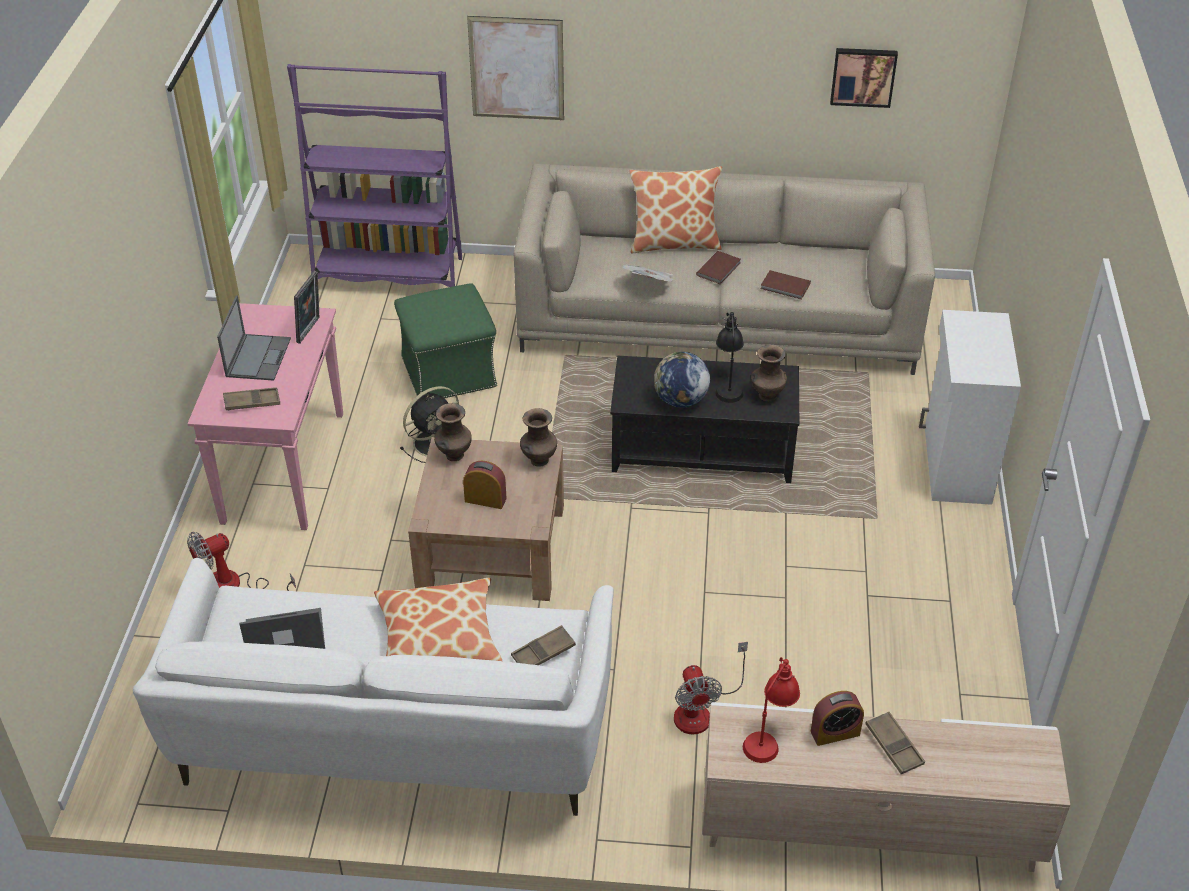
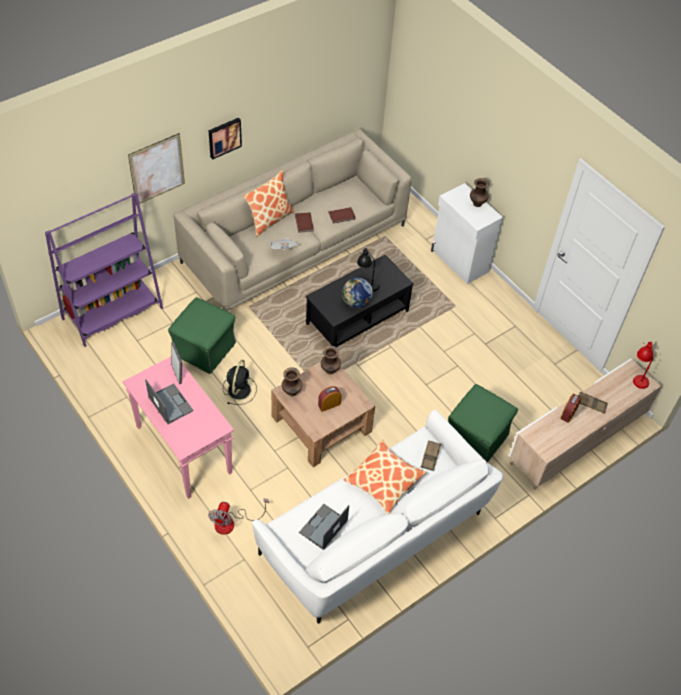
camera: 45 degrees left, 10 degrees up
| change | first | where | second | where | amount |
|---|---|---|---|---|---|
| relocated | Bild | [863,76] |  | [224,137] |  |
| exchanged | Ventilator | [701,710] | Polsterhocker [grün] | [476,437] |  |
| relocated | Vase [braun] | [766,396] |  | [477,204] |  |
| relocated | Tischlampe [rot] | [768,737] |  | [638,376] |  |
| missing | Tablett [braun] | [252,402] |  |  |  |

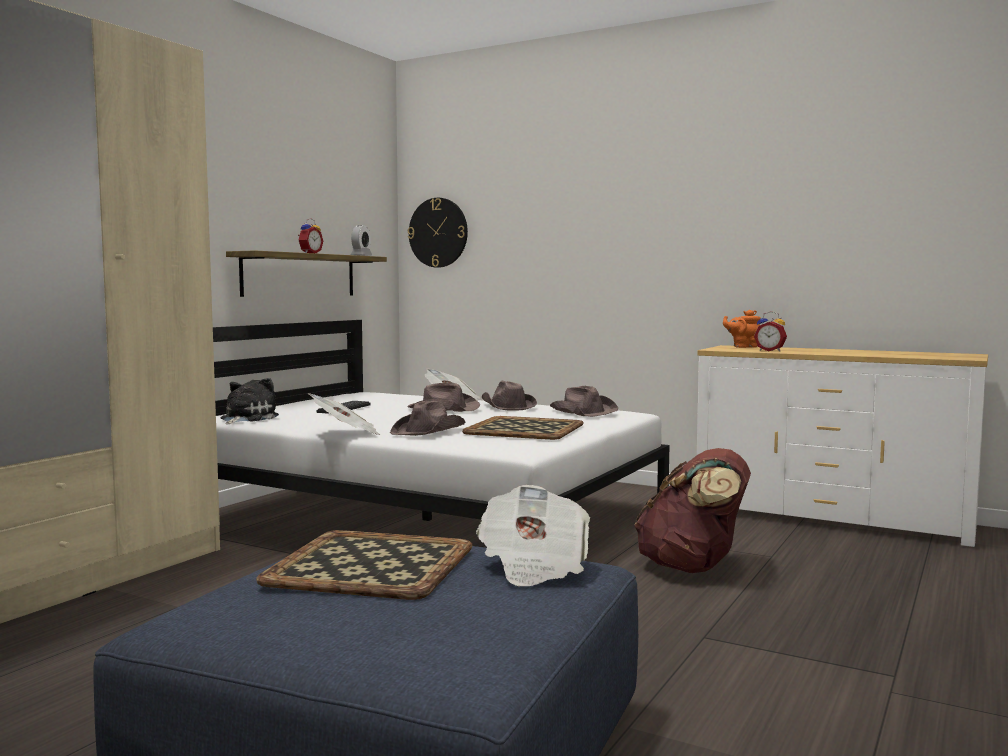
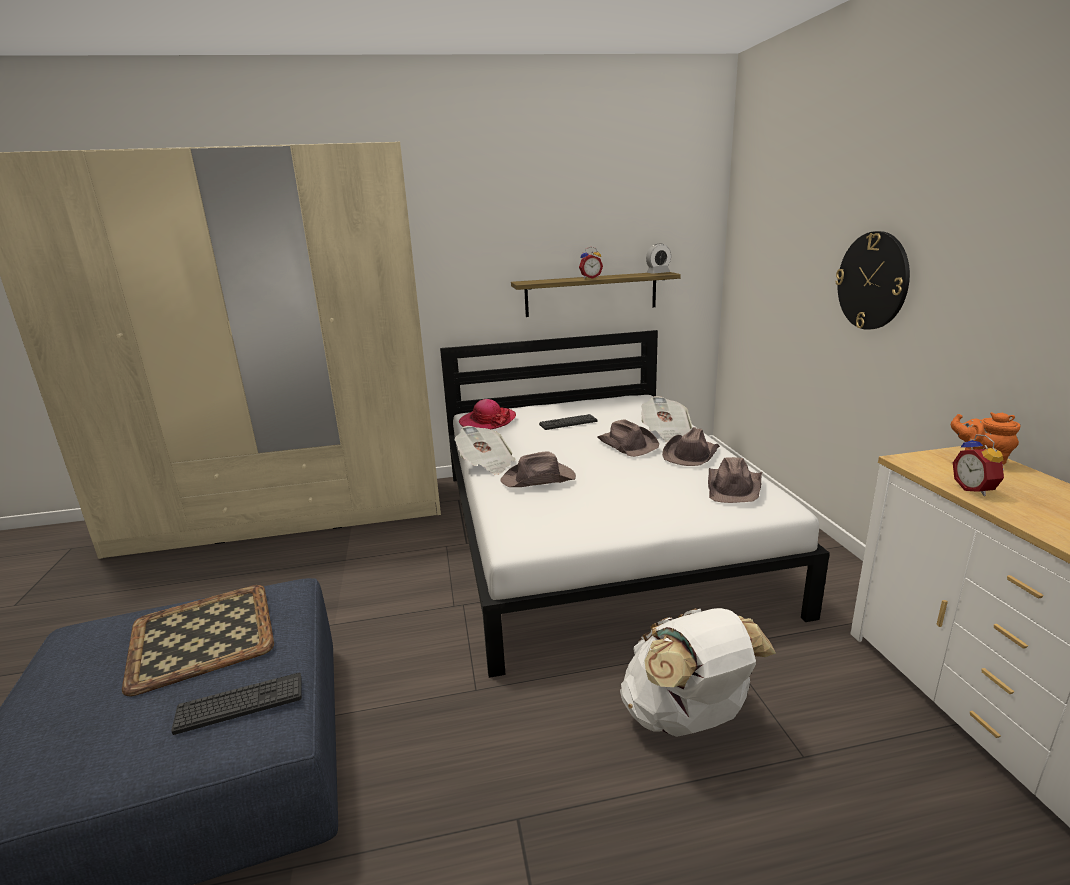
camera: 50 degrees right, 15 degrees up
| change | first | where | second | where | amount |
|---|---|---|---|---|---|
| exchanged | Zeitung | [533,566] | Tastatur | [240,703] |  |
| exchanged | Plüschtier | [246,418] | Hut | [487,421] |  |
| colour | Rucksack [braun] | [693,567] | Rucksack [weiß] | [687,718] |  |
| relocated | Wanduhr | [438,232] |  | [872,281] |  |
| missing | Tablett | [525,429] |  |  |  |

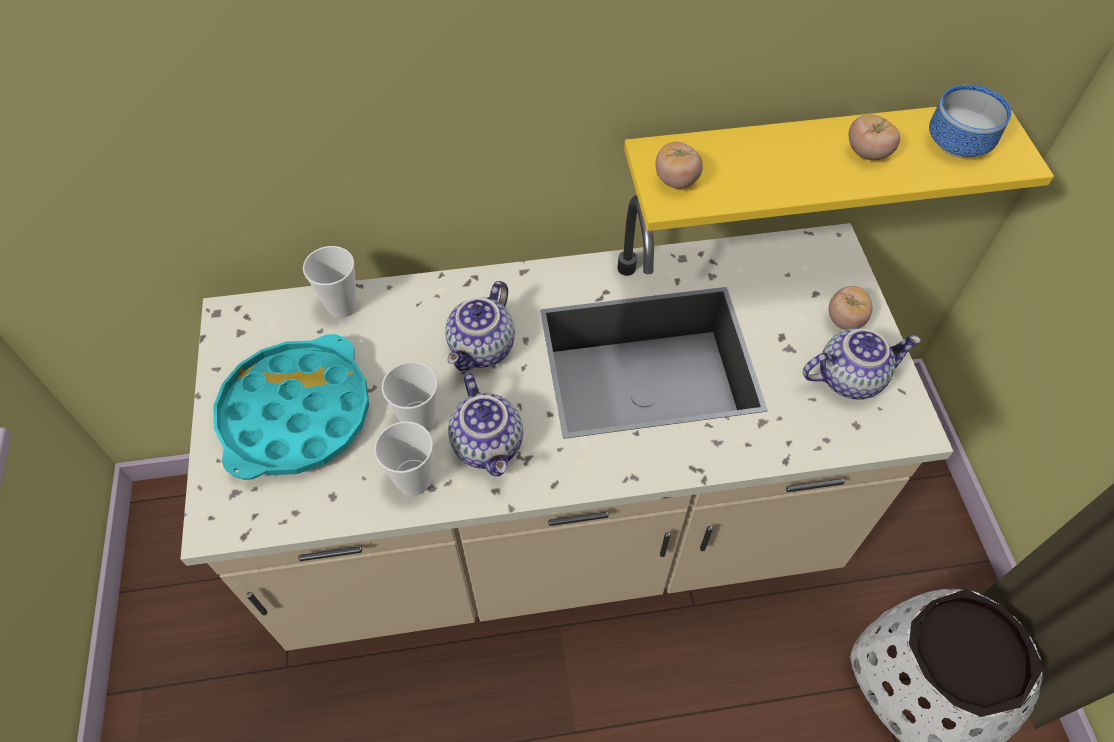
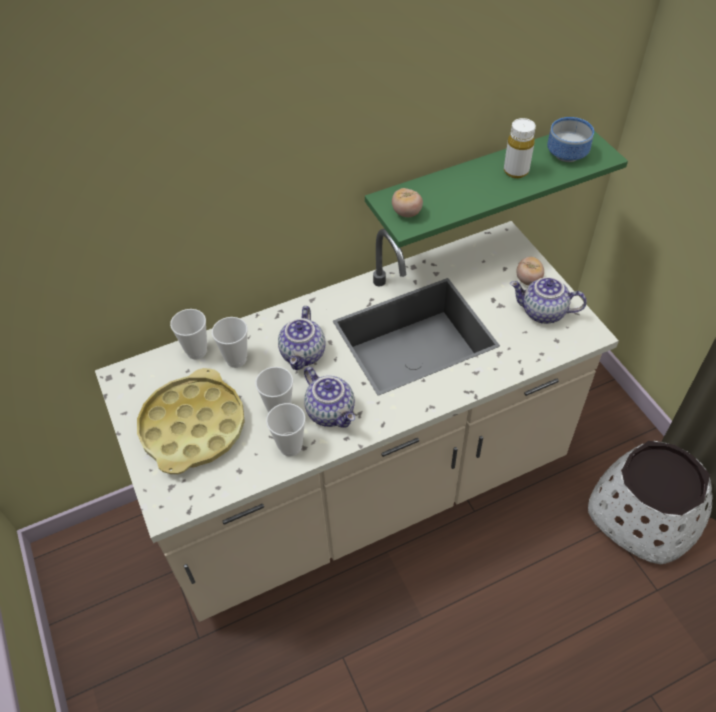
camera: 15 degrees left, 5 degrees down
| change | first | where | second | where | amount |
|---|---|---|---|---|---|
| colour | Tablett [türkis] | [296,414] | Tablett [gelb] | [193,427] |  |
| appeared |  |  | Tasse | [236,359] |  |
| colour | Wandregal [gelb] | [805,159] | Wandregal [grün] | [475,185] |  |
| exchanged | Tomate | [867,153] | Flasche [weiß] | [516,171] |  |
| spun | Teekanne | [849,377] |  | [542,313] | 135 degrees counterclockwise |

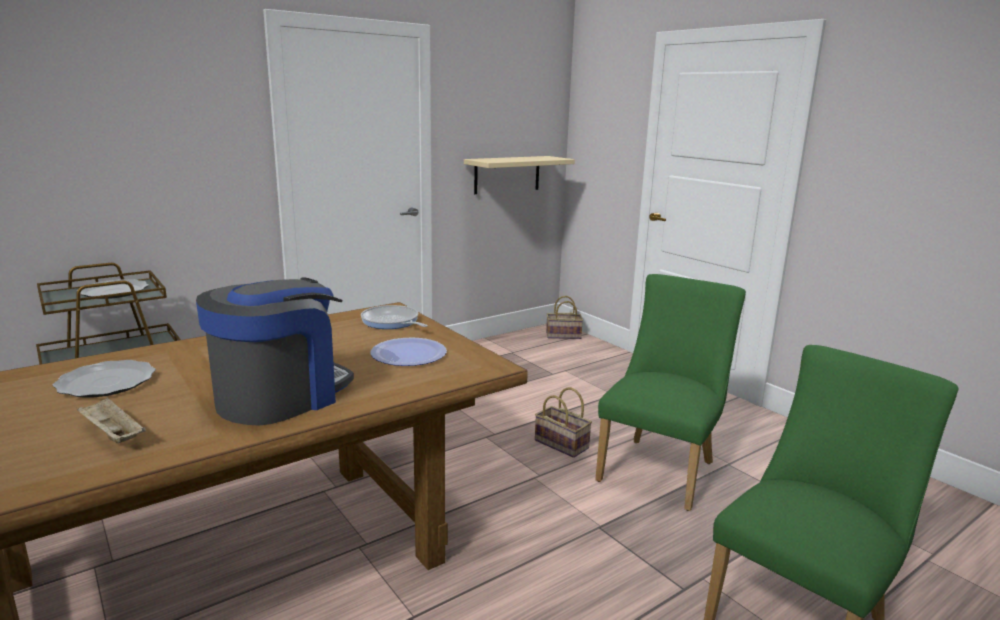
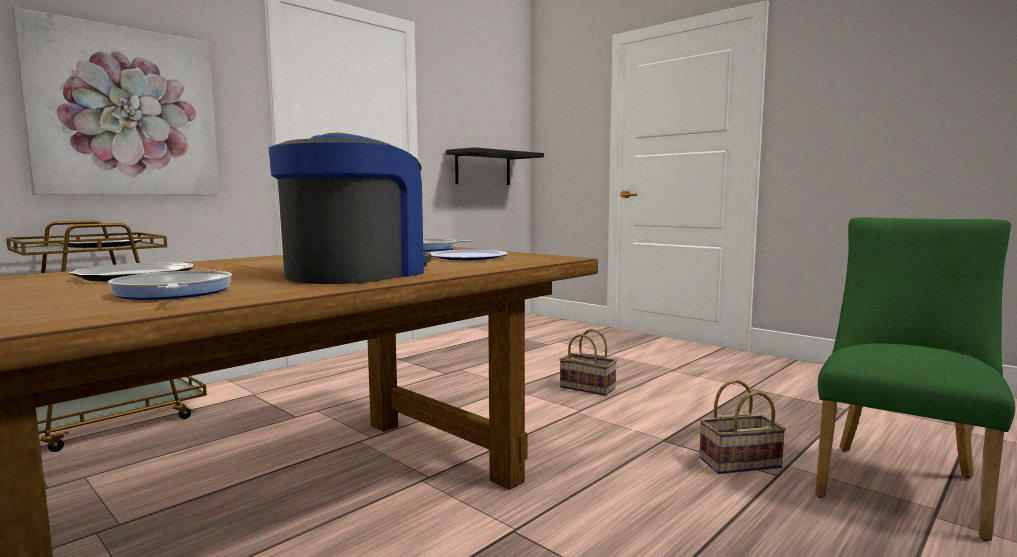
camera: 10 degrees left, 10 degrees down
| change | first | where | second | where | amount |
|---|---|---|---|---|---|
| appeared |  |  | Bild | [126,113] |  |
| exchanged | Tablett [beige] | [112,434] | Pfanne | [172,293] |  |
| colour | Wandregal [beige] | [507,174] | Wandregal [schwarz] | [483,168] |  |
| relocated | Korb | [562,336] |  | [739,464] |  |
| missing | Stuhl [grün] | [661,468] |  |  |  |

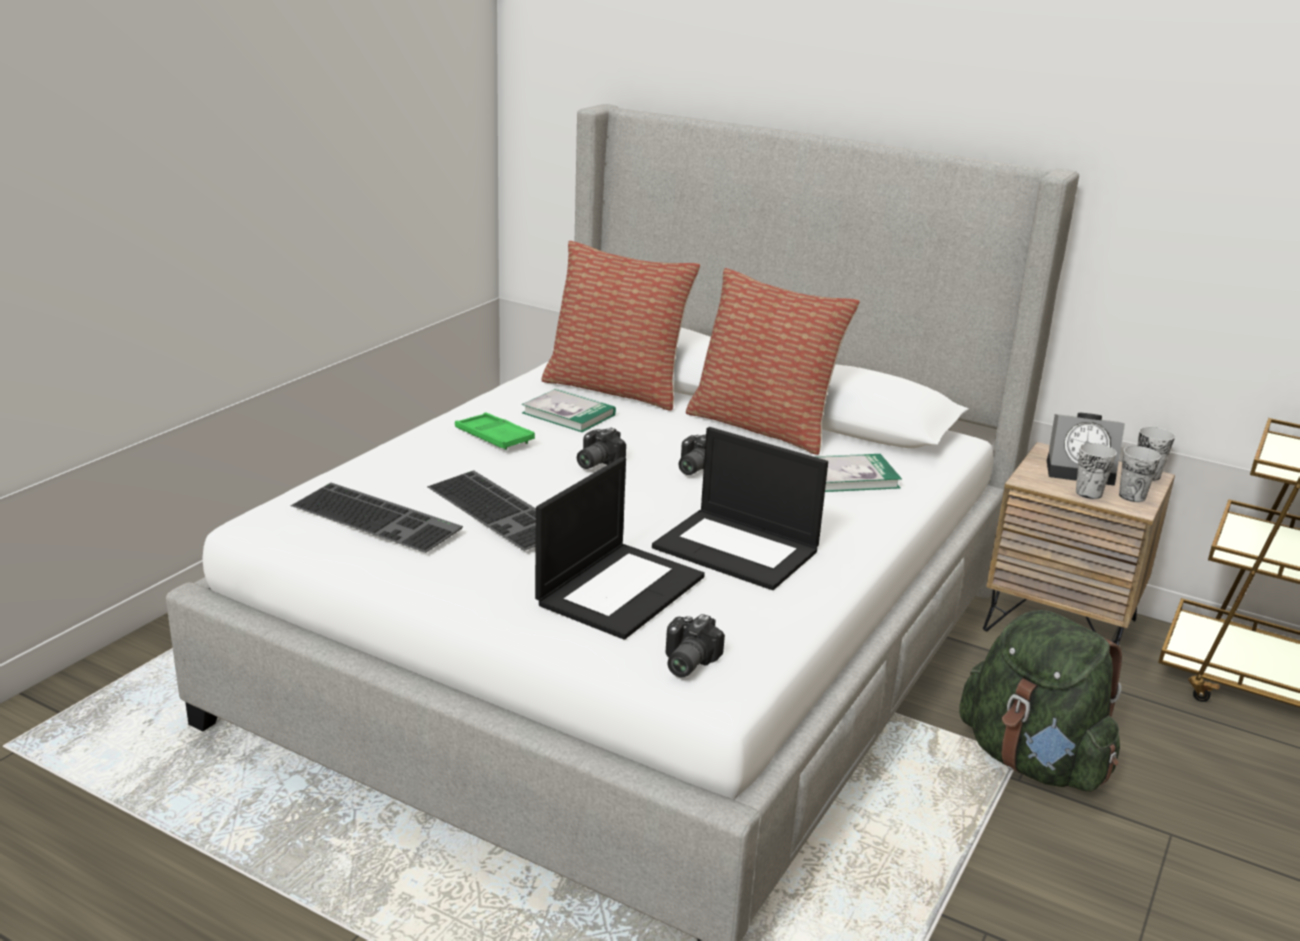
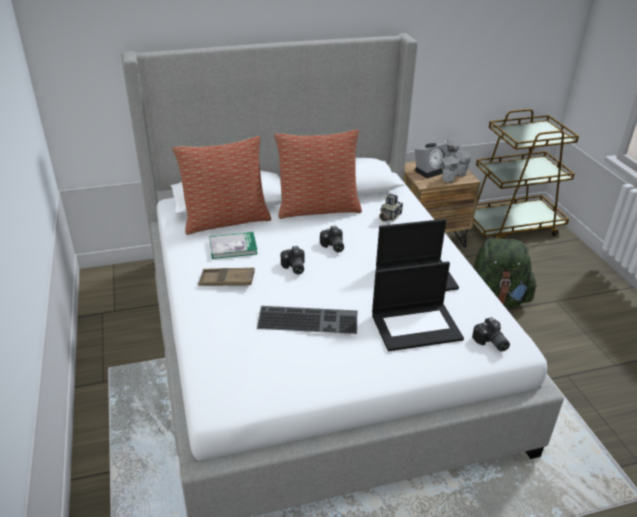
camera: 45 degrees left, 10 degrees up
| change | first | where | second | where | amount |
|---|---|---|---|---|---|
| colour | Tablett [grün] | [494,437] | Tablett [braun] | [227,280] |  |
| spun | Laptop | [620,589] |  | [416,326] | 90 degrees clockwise |
| exchanged | Buch | [850,477] | Kamera | [389,217] |  |
| missing | Tastatur | [379,517] |  |  |  |

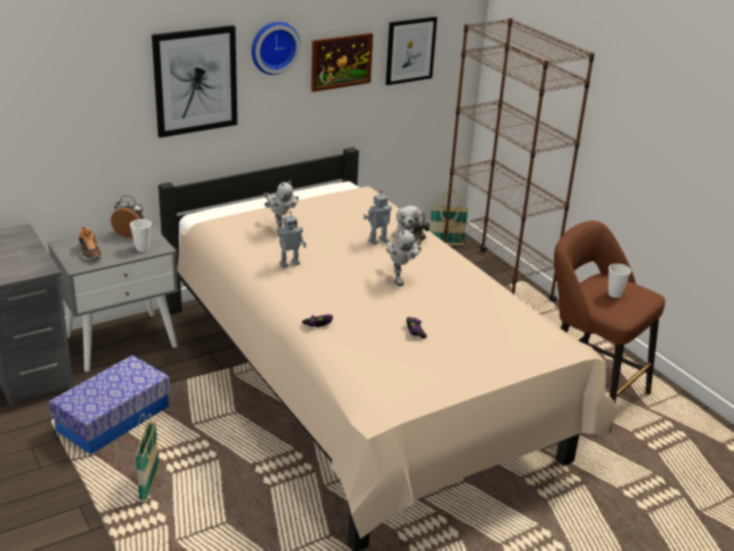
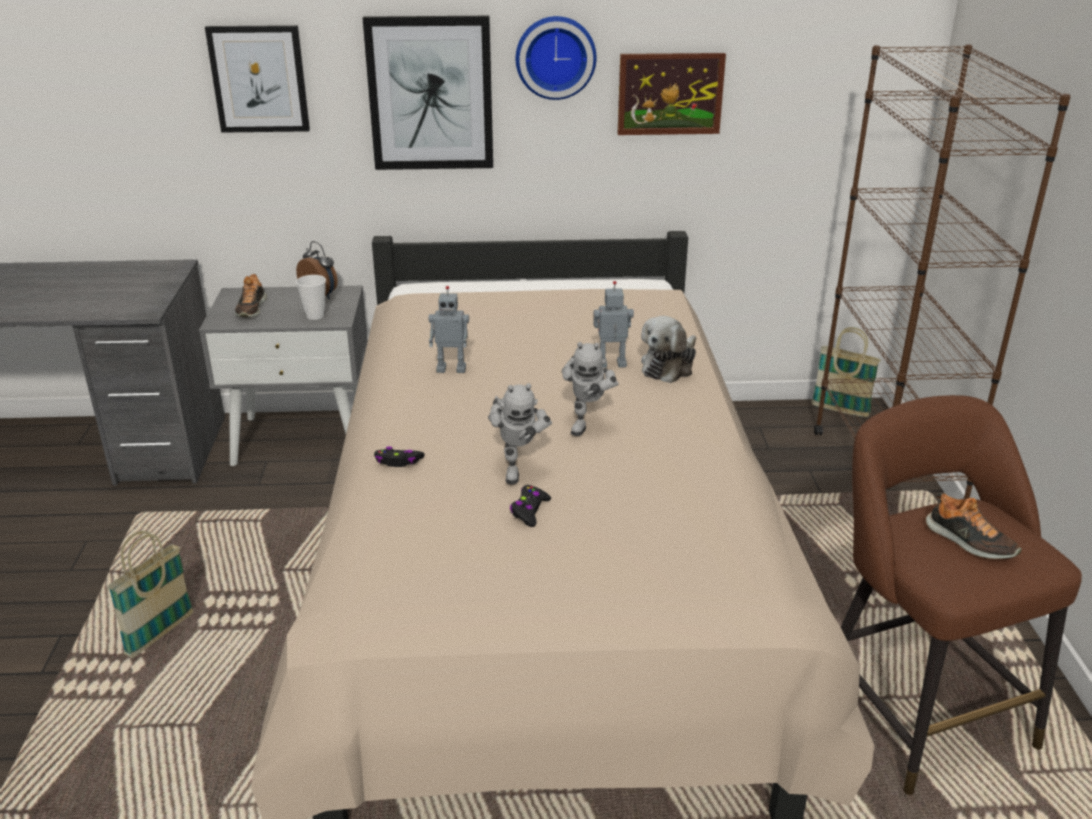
camera: 30 degrees right, 0 degrees up
| change | first | where | second | where | amount |
|---|---|---|---|---|---|
| relocated | Bild | [410,50] |  | [259,79] |  |
| relocated | Spielzeugroboter | [279,228] |  | [517,468] |  |
| exchanged | Tasse | [614,294] | Schuh | [969,542] |  |
| missing | Aufbewahrungsbox | [113,419] |  |  |  |

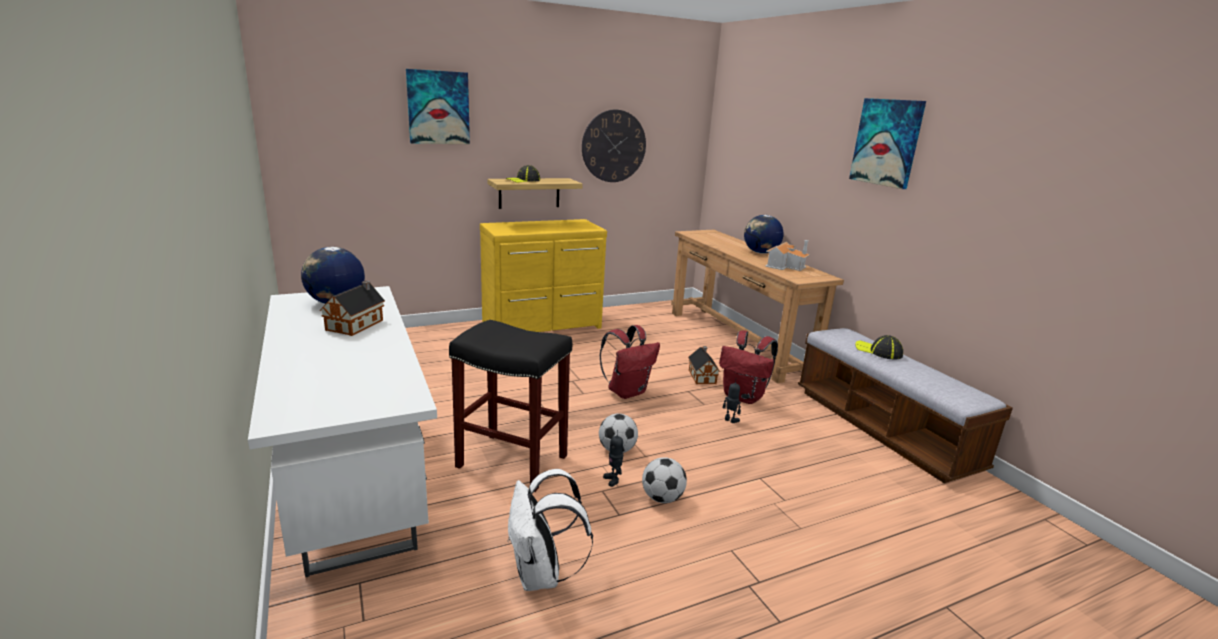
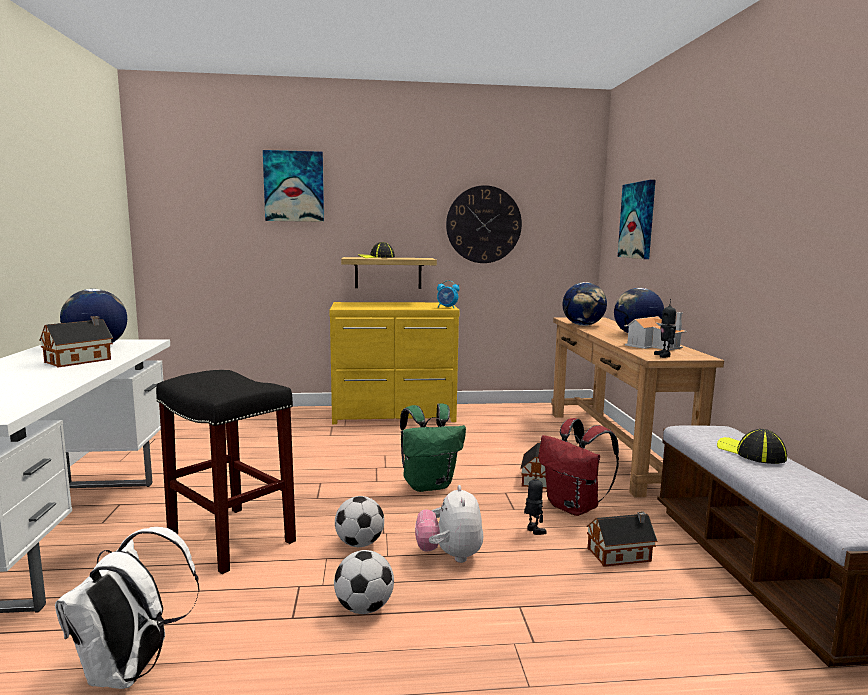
camera: 20 degrees right, 10 degrees down
| change | first | where | second | where | amount |
|---|---|---|---|---|---|
| colour | Rucksack [rot] | [627,391] | Rucksack [grün] | [429,485] |  |
| appeared |  |  | Plüschtier | [449,556] |  |
| appeared |  |  | Wecker | [447,307] |  |
| appeared |  |  | Globus | [583,325] |  |
| appeared |  |  | Spielzeughaus | [621,555] |  |
| relocated | Bild | [887,142] |  | [637,220] |  |
| relocated | Spielzeugroboter | [613,480] |  | [664,355] |  |

